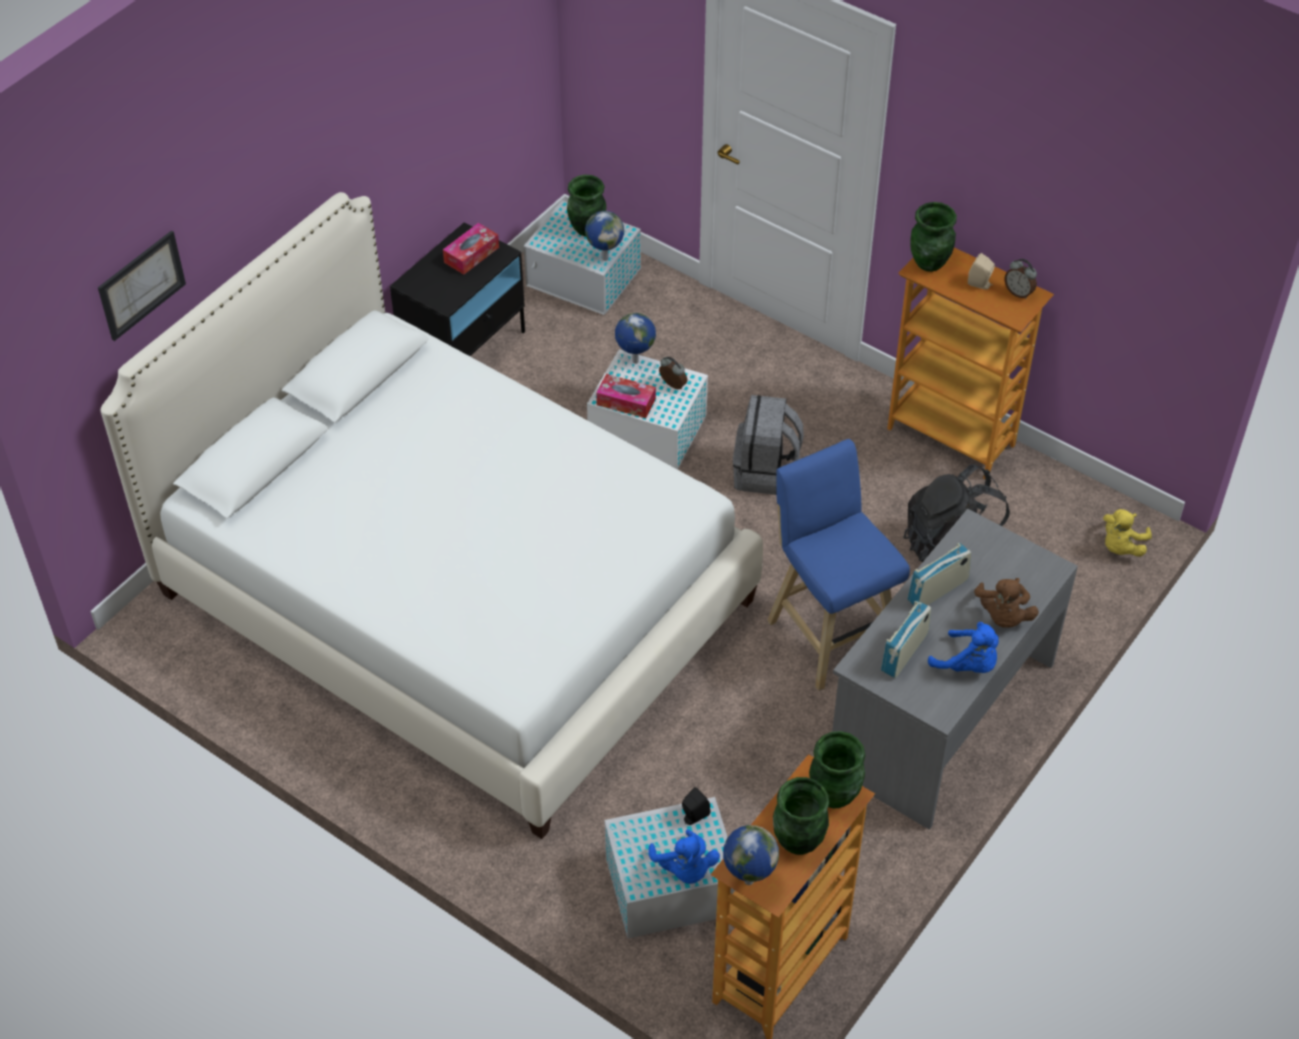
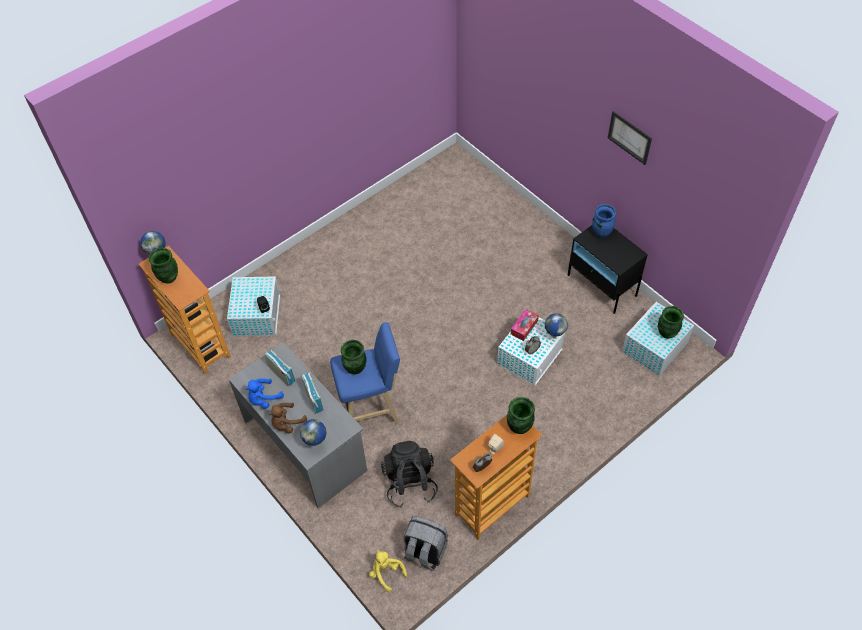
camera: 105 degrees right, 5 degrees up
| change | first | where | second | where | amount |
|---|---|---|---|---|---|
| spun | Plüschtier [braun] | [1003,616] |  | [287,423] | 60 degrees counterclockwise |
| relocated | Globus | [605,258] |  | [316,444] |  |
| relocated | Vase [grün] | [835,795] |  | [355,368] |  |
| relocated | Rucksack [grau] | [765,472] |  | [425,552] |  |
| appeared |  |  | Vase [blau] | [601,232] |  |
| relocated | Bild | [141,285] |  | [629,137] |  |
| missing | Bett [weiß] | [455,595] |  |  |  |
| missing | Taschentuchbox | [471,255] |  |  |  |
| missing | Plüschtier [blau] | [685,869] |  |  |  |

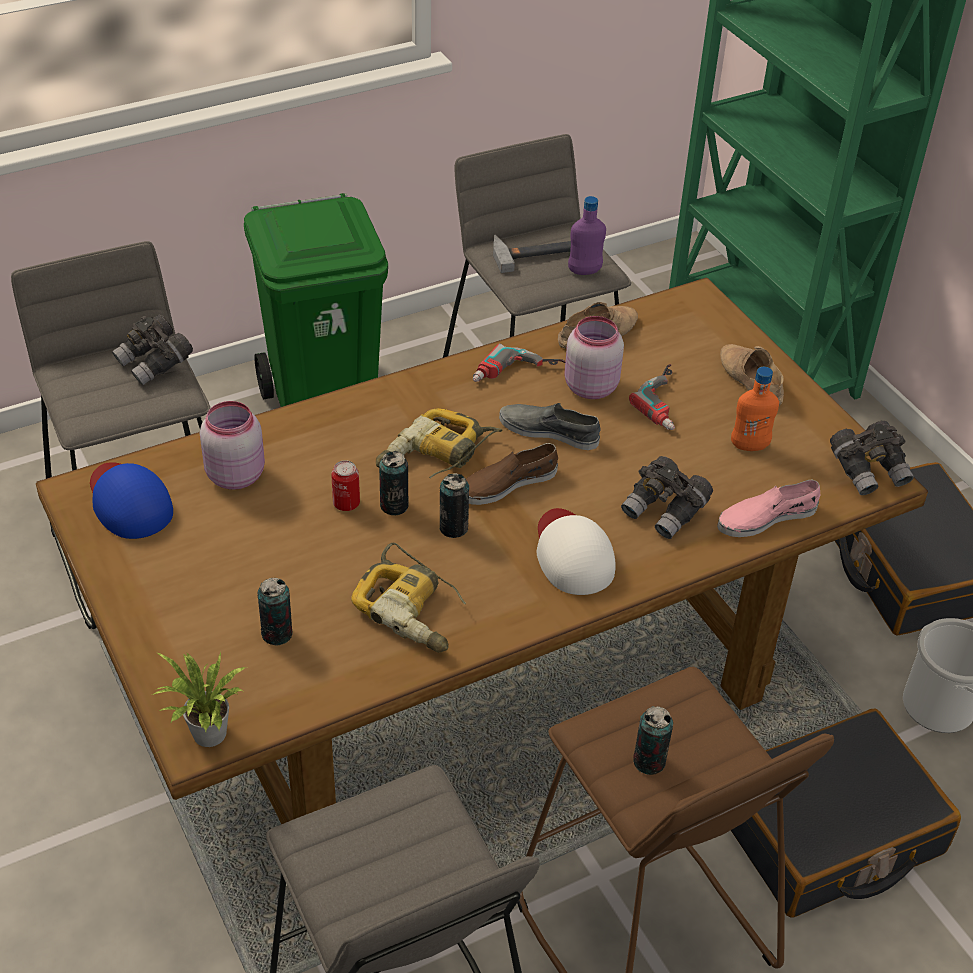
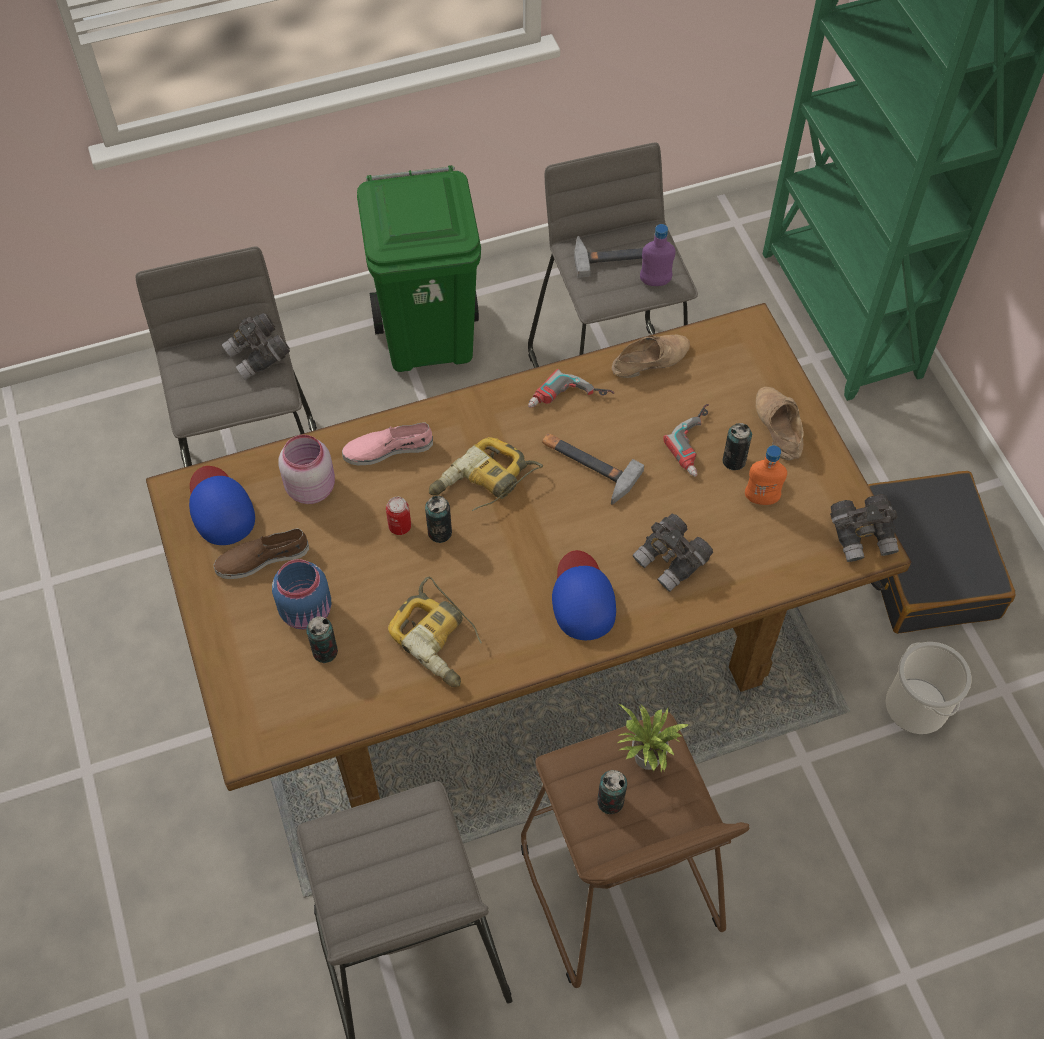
camera: 10 degrees right, 15 degrees up
| change | first | where | second | where | amount |
|---|---|---|---|---|---|
| relocated | Schuh [braun] | [507,483] |  | [262,558] |  |
| appeared |  |  | Vorratsglas [blau] | [308,611] |  |
| relocated | Schuh [rosa] | [766,517] |  | [388,448] |  |
| exchanged | Schuh [grau] | [549,431] | Hammer | [586,466] |  |
| colour | Kappe [weiß] | [572,554] | Kappe [blau] | [582,598] |  |
| relocated | Topfpflanze | [207,737] |  | [646,760] |  |
| relocated | Dose | [453,528] |  | [734,460] |  |
| missing | Vorratsglas [rosa] | [589,386] |  |  |  |
| missing | Koffer [schwarz] | [828,831] |  |  |  |

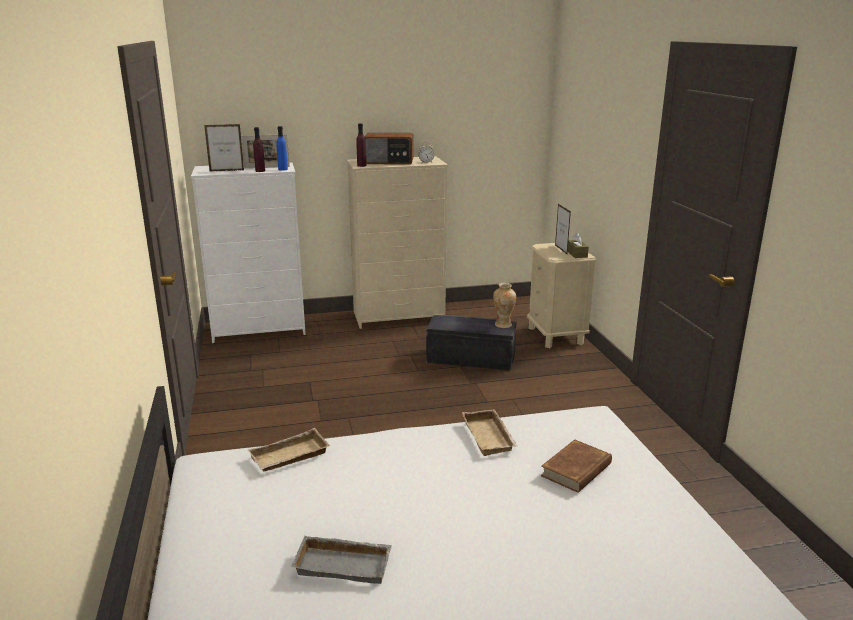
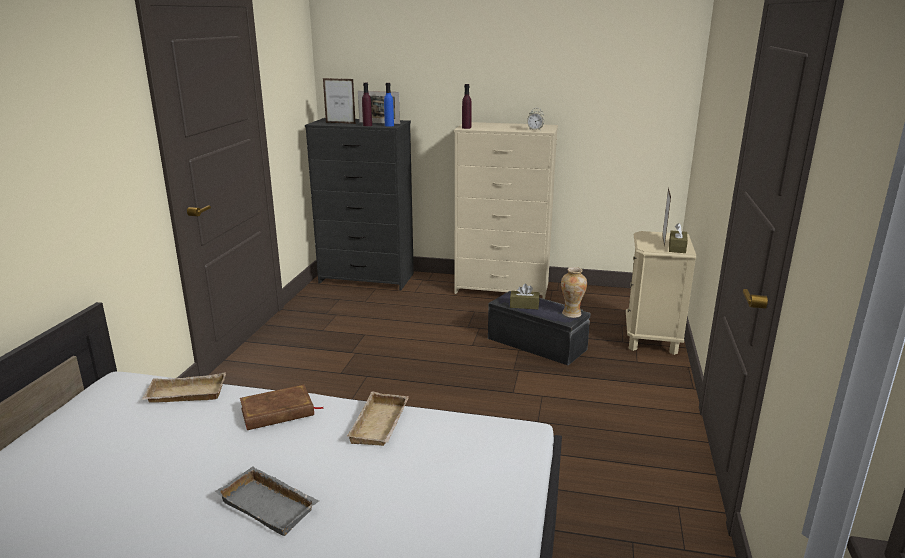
camera: 25 degrees right, 0 degrees up
| change | first | where | second | where | amount |
|---|---|---|---|---|---|
| relocated | Tablett [grau] | [344,563] |  | [271,505] |  |
| relocated | Buch [braun] | [577,470] |  | [278,412] |  |
| colour | Kommode [weiß] | [260,329] | Kommode [schwarz] | [367,278] |  |
| appeared |  |  | Taschentuchbox [braun] | [524,305] |  |
| missing | Radio | [389,162] |  |  |  |

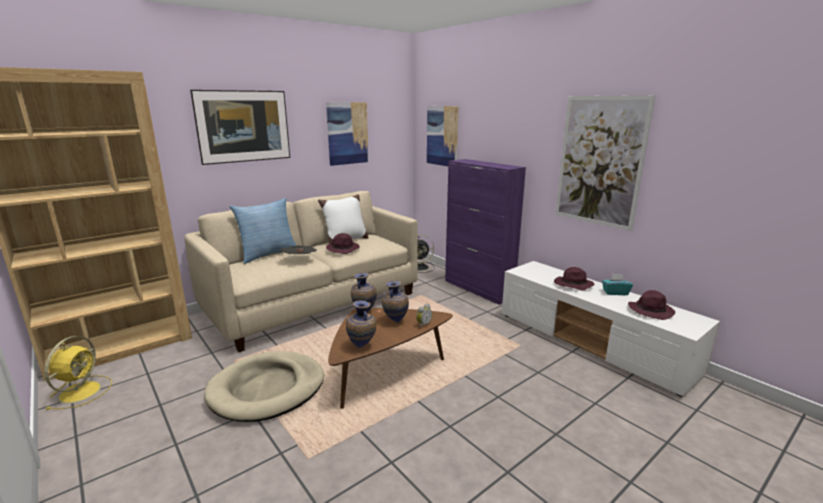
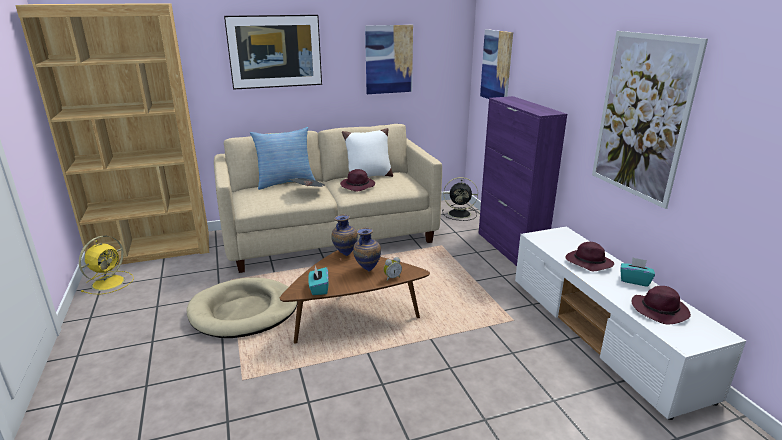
camera: 20 degrees right, 5 degrees up
| change | first | where | second | where | amount |
|---|---|---|---|---|---|
| exchanged | Vase | [362,346] | Taschentuchbox [türkis] | [319,288] |  |

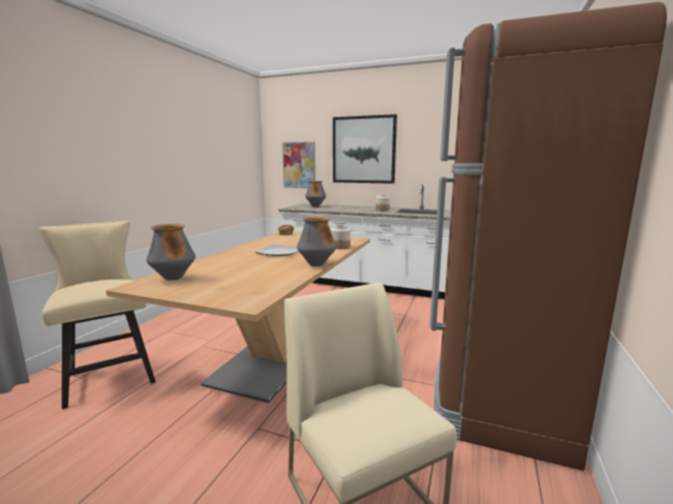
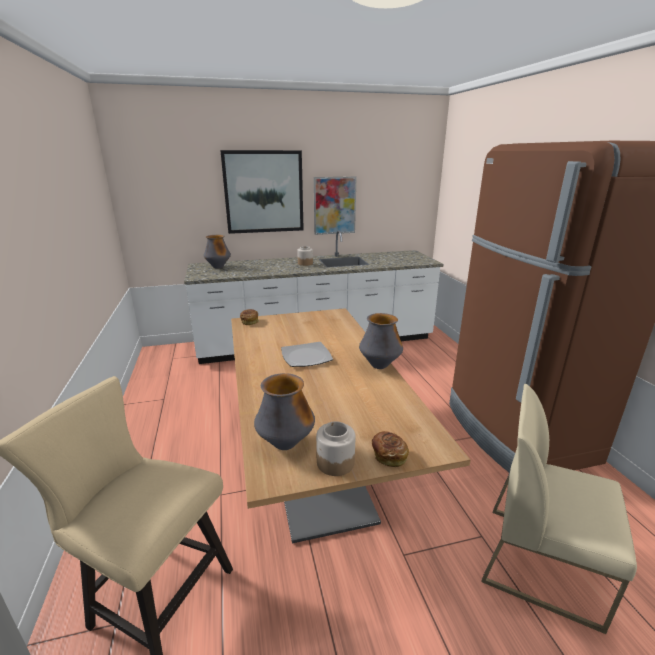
camera: 35 degrees left, 10 degrees up
| change | first | where | second | where | amount |
|---|---|---|---|---|---|
| relocated | Bild | [299,165] |  | [334,205] |  |
| relocated | Vorratsglas | [340,247] |  | [335,462] |  |
| appeared |  |  | Brot | [388,455] |  |

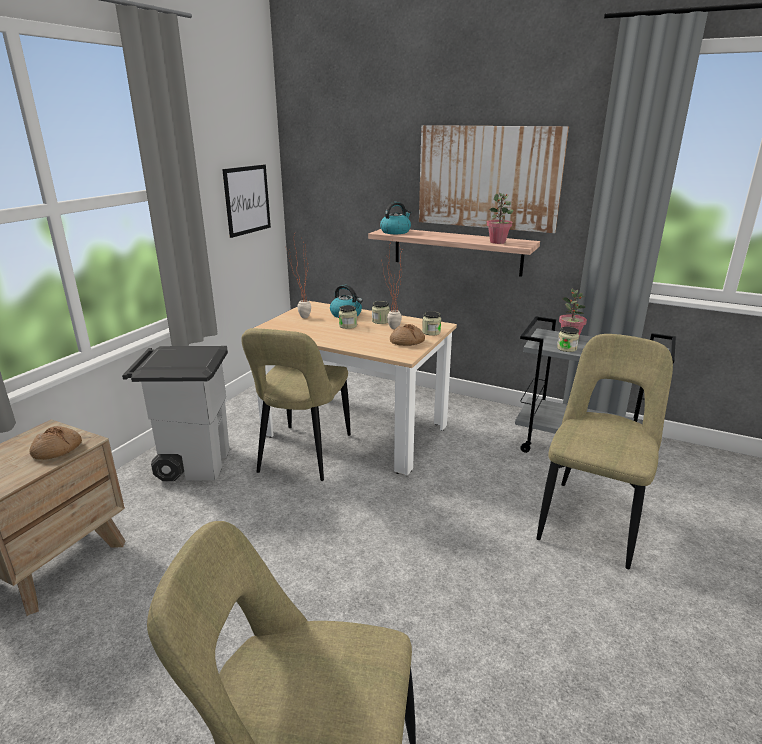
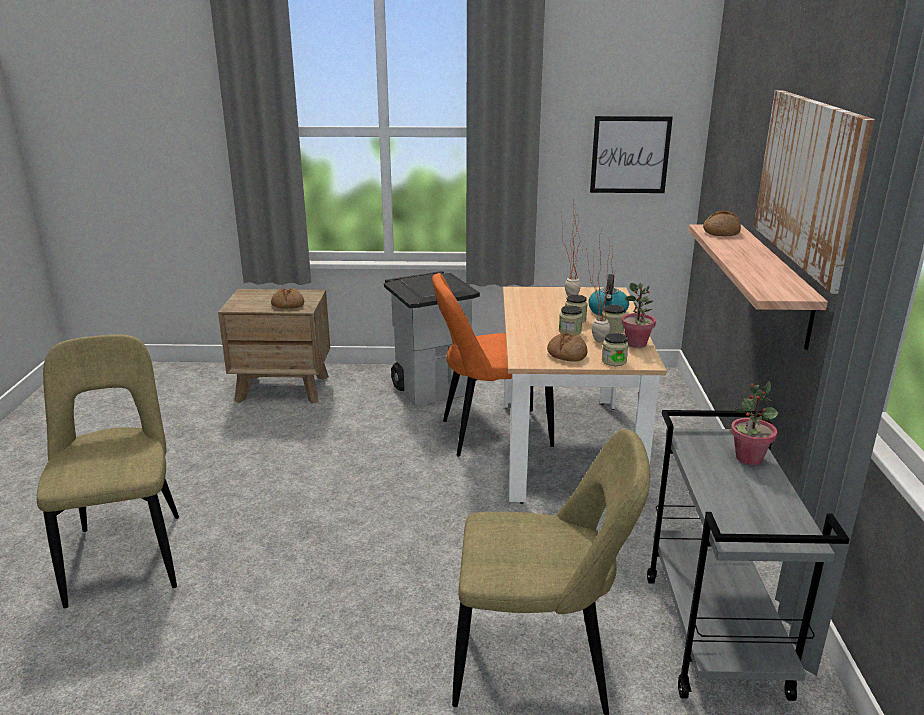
camera: 65 degrees right, 0 degrees up
| change | first | where | second | where | amount |
|---|---|---|---|---|---|
| colour | Stuhl [beige] | [303,456] | Stuhl [orange] | [490,434] |  |
| relocated | Vorratsglas | [566,348] |  | [570,331] |  |
| relocated | Topfpflanze | [498,242] |  | [636,344] |  |
| exchanged | Wasserkessel | [395,232] | Brot | [721,232] |  |

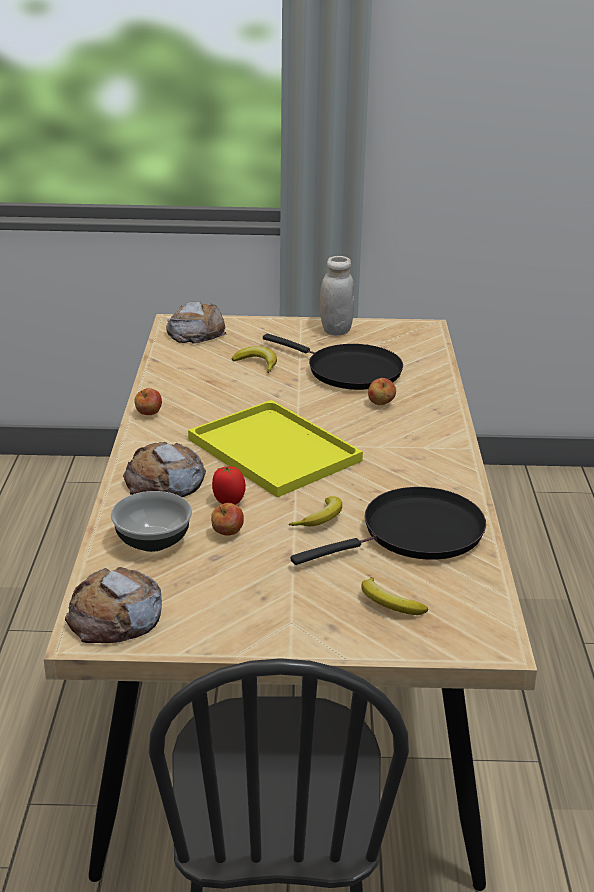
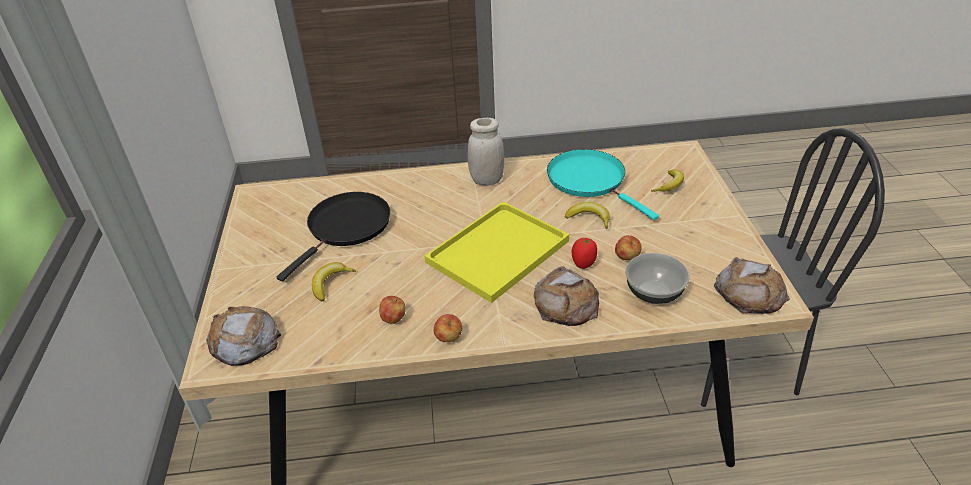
camera: 95 degrees left, 10 degrees up
| change | first | where | second | where | amount |
|---|---|---|---|---|---|
| relocated | Apfel | [381,404] |  | [394,318] |  |
| relocated | Vorratsglas [weiß] | [336,330] |  | [487,180] |  |
| colour | Pfanne [schwarz] | [415,533] | Pfanne [türkis] | [590,180] |  |

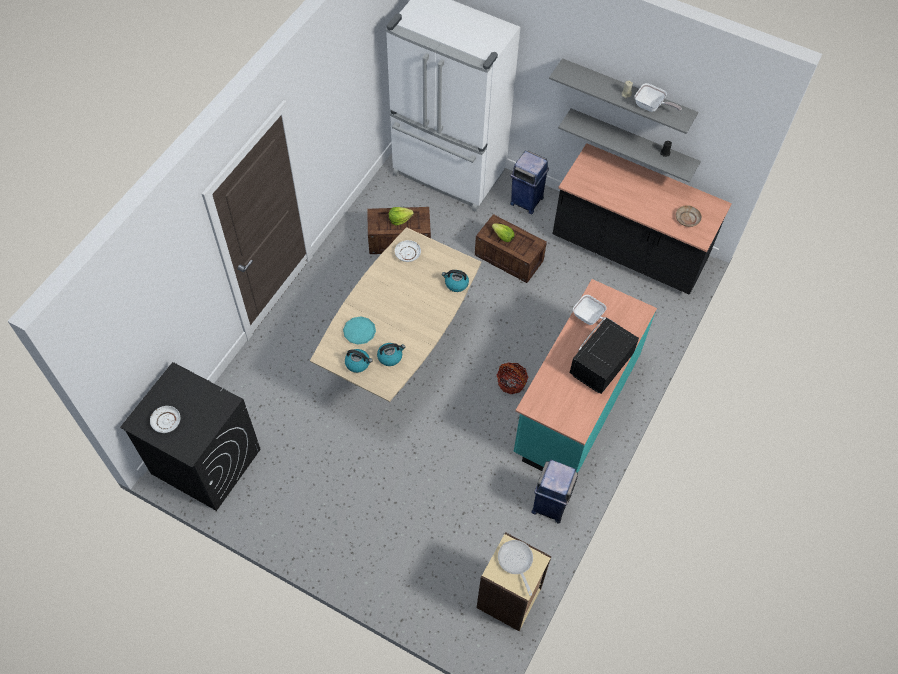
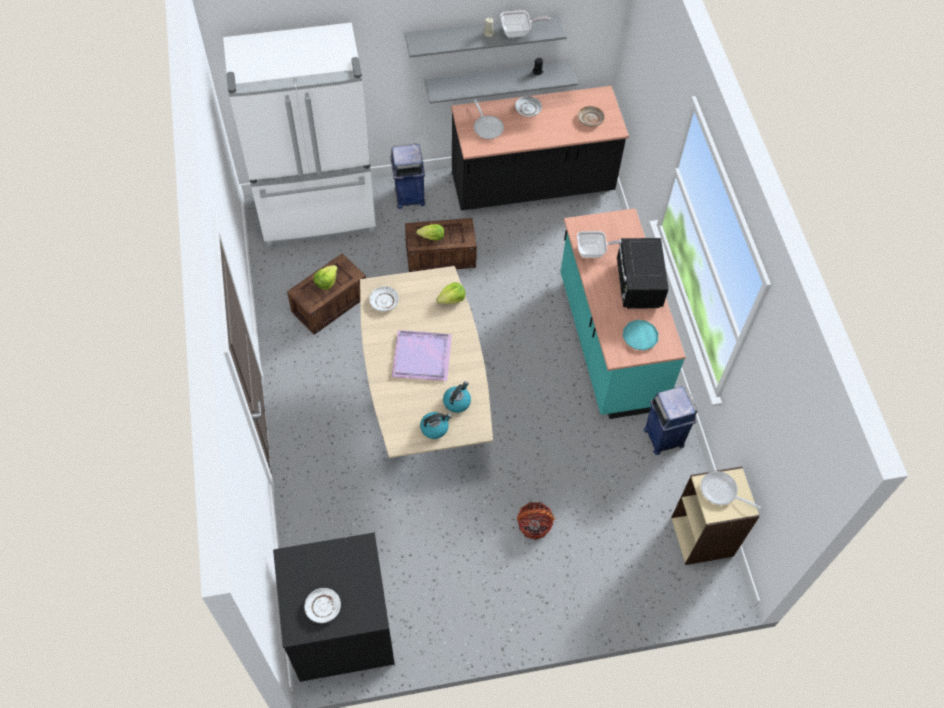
camera: 40 degrees left, 0 degrees up
| change | first | where | second | where | amount |
|---|---|---|---|---|---|
| appeared |  |  | Tablett [lila] | [423,355] |  |
| exchanged | Wasserkessel | [456,284] | Salatkopf | [452,299] |  |
| appeared |  |  | Pfanne | [487,127] |  |
| appeared |  |  | Teller [weiß] | [527,109] |  |
| relocated | Korb | [511,382] |  | [534,525] |  |
| relocated | Teller [türkis] | [359,332] |  | [640,336] |  |

